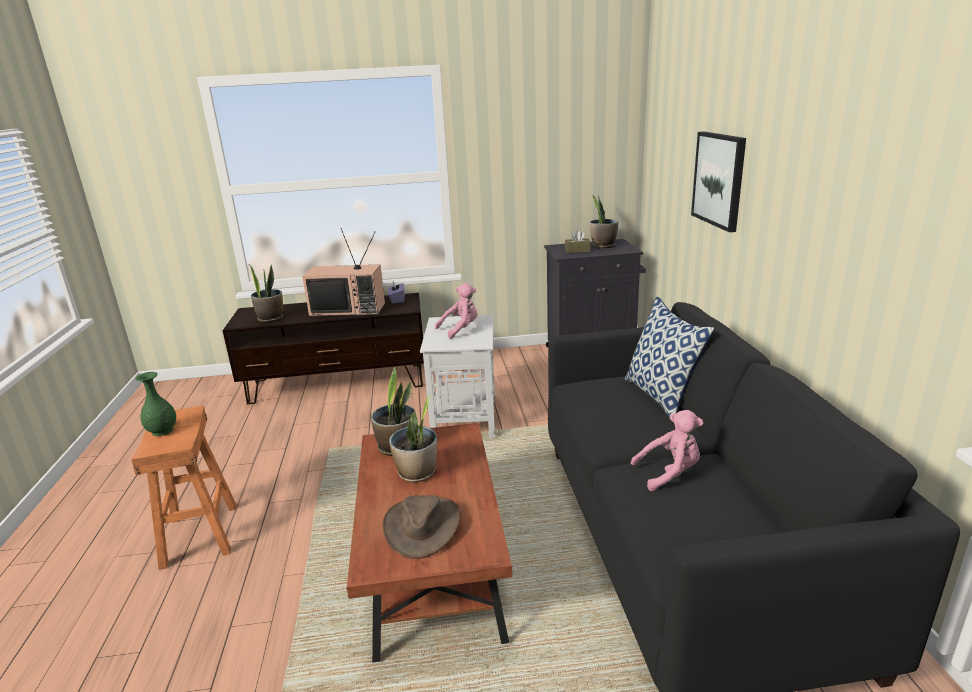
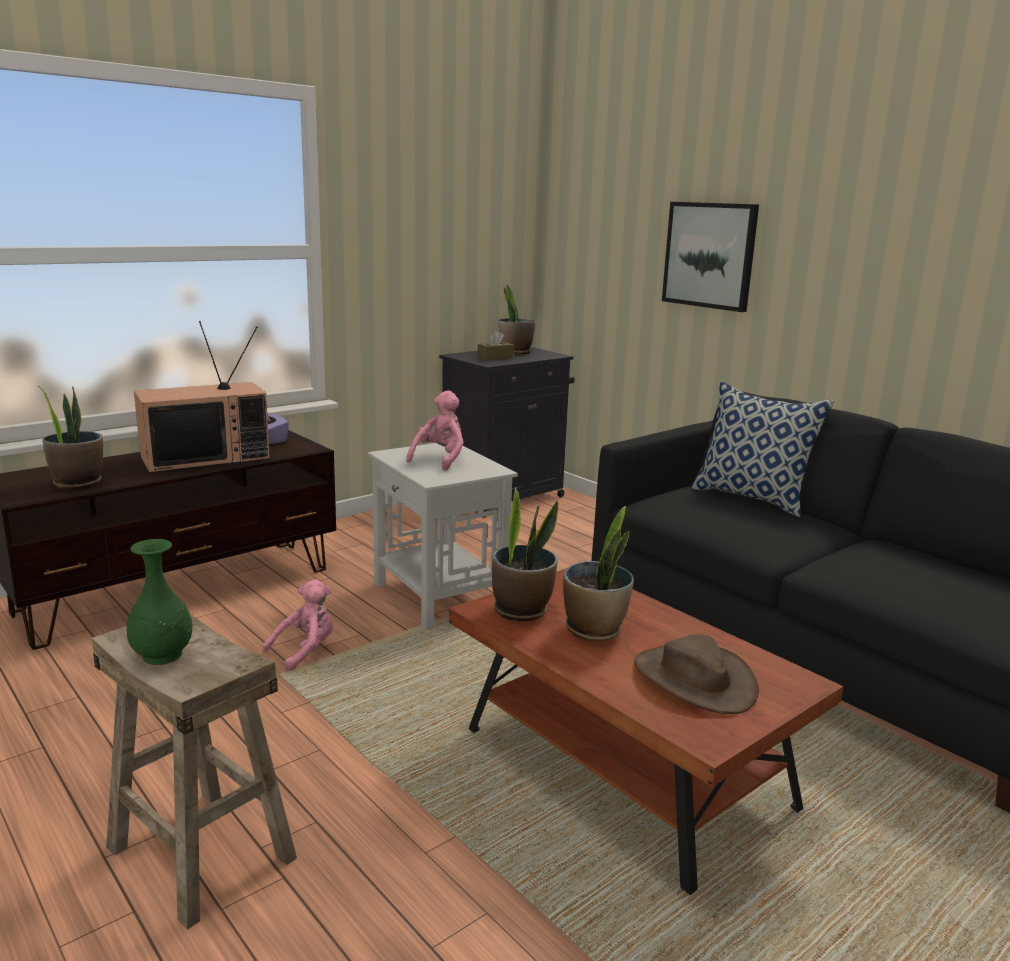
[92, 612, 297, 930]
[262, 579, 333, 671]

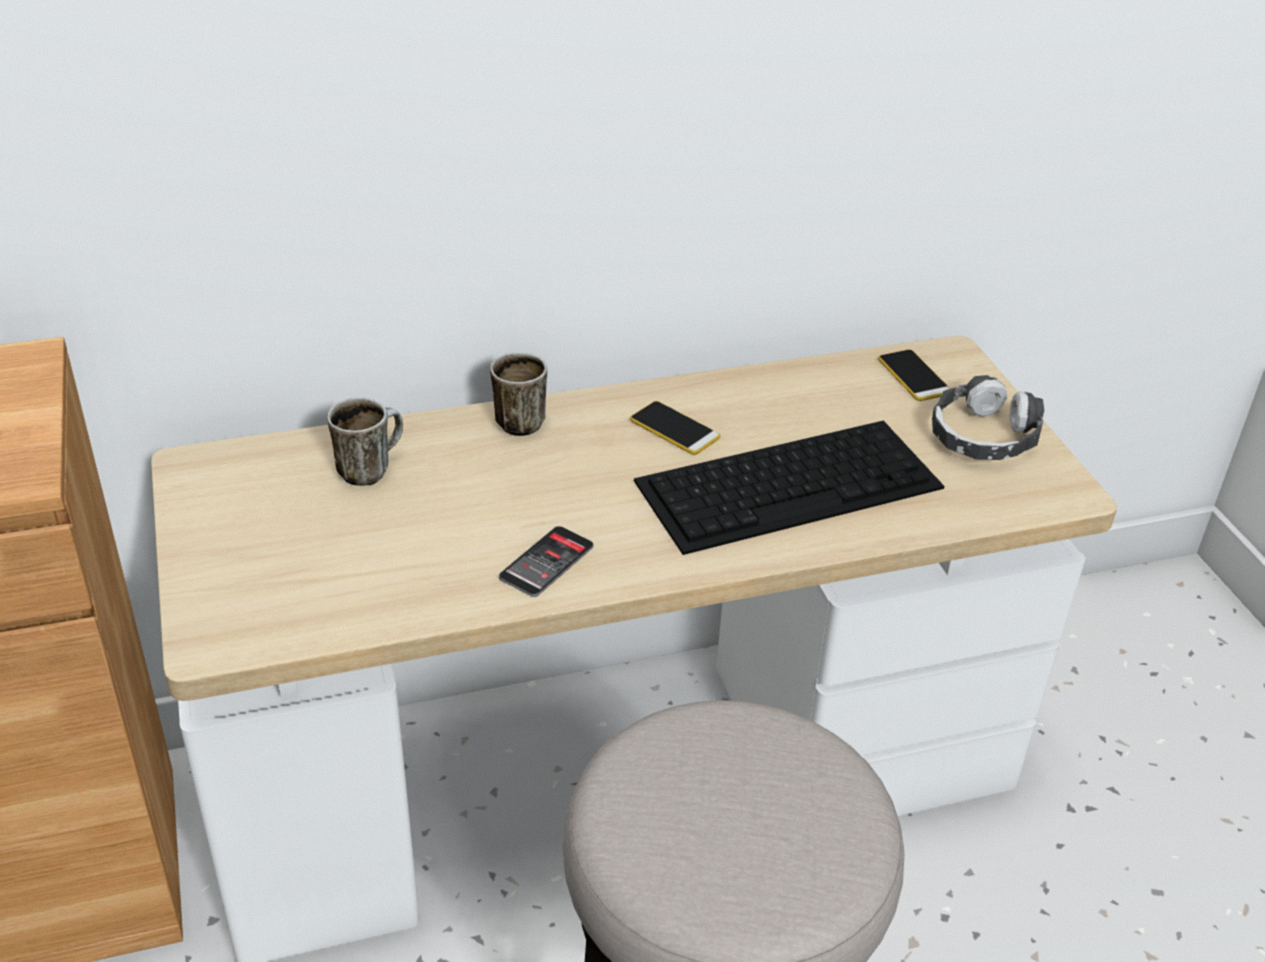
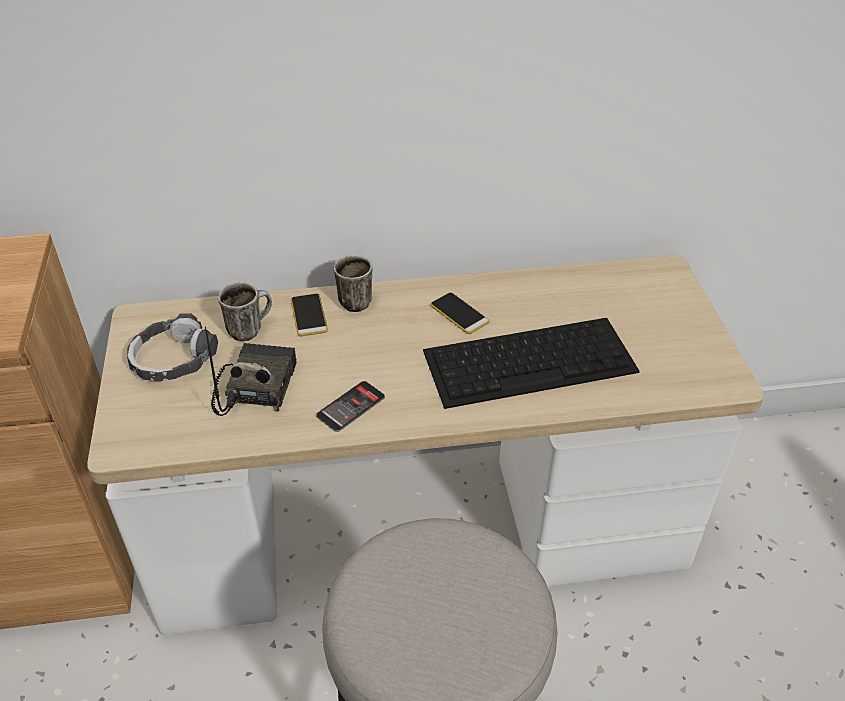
[291, 293, 328, 336]
[127, 313, 218, 381]
[205, 326, 297, 416]

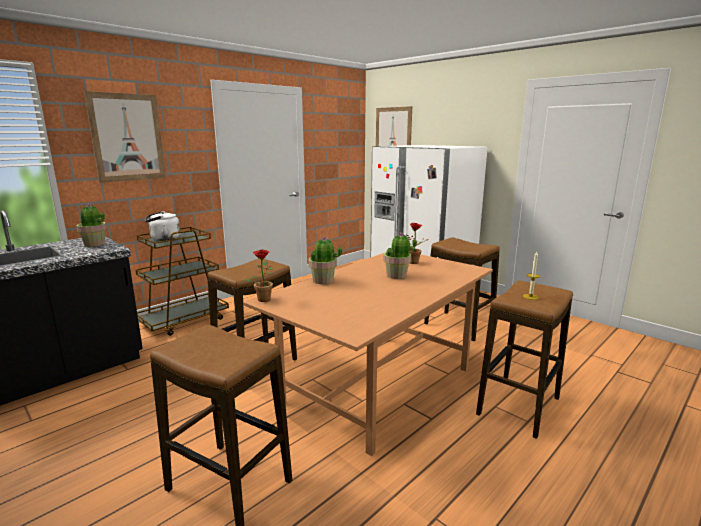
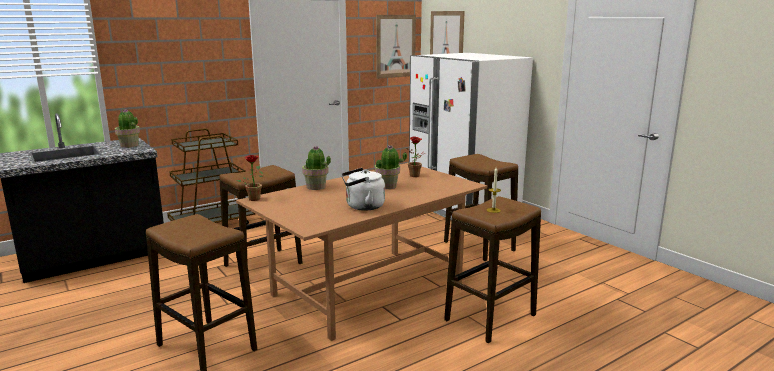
[376, 15, 416, 79]
[341, 168, 385, 211]

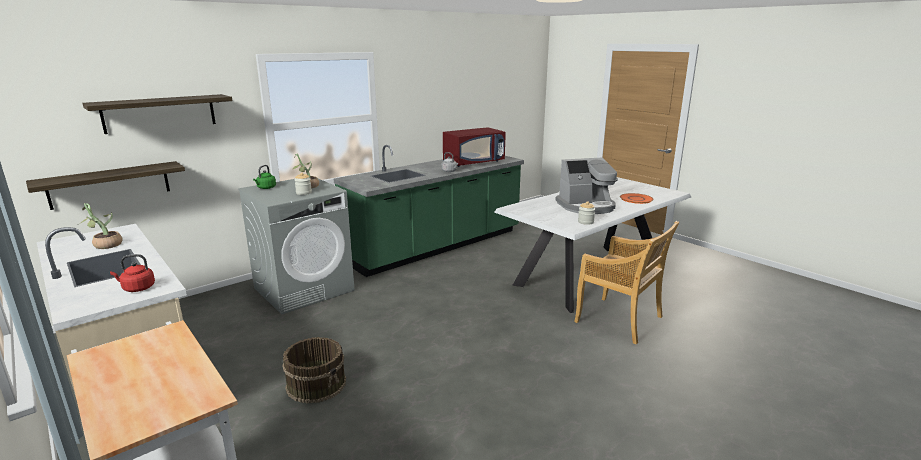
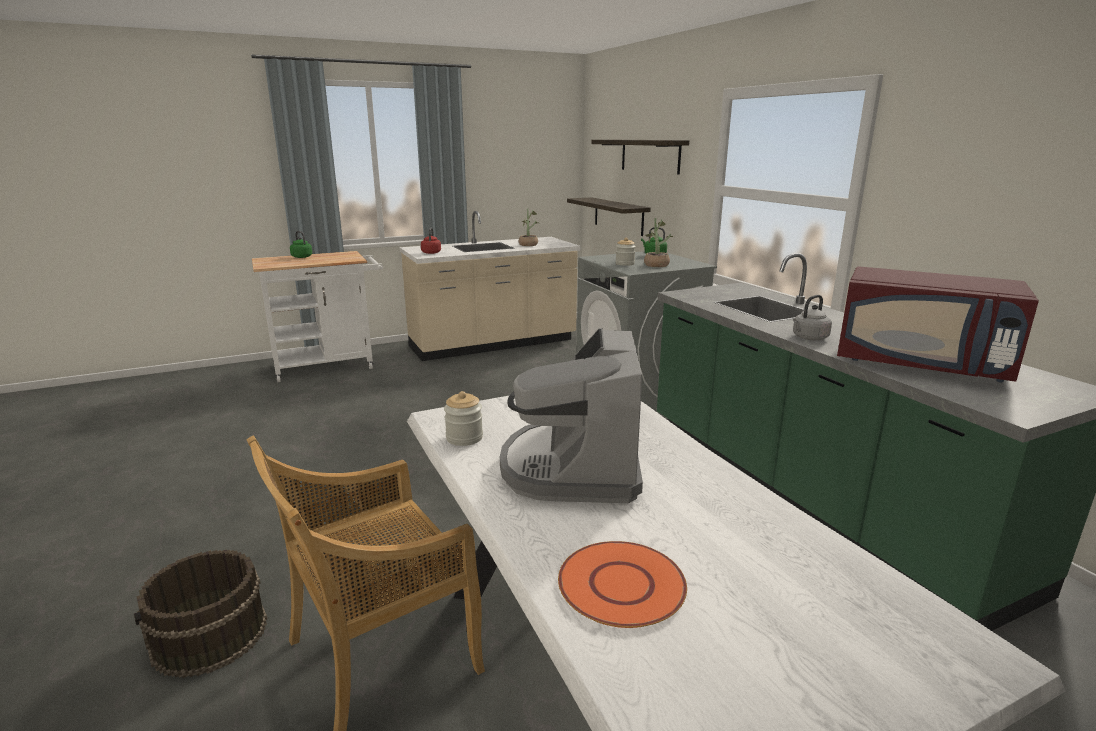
[837, 266, 1039, 382]
[134, 549, 267, 678]
[290, 231, 312, 258]

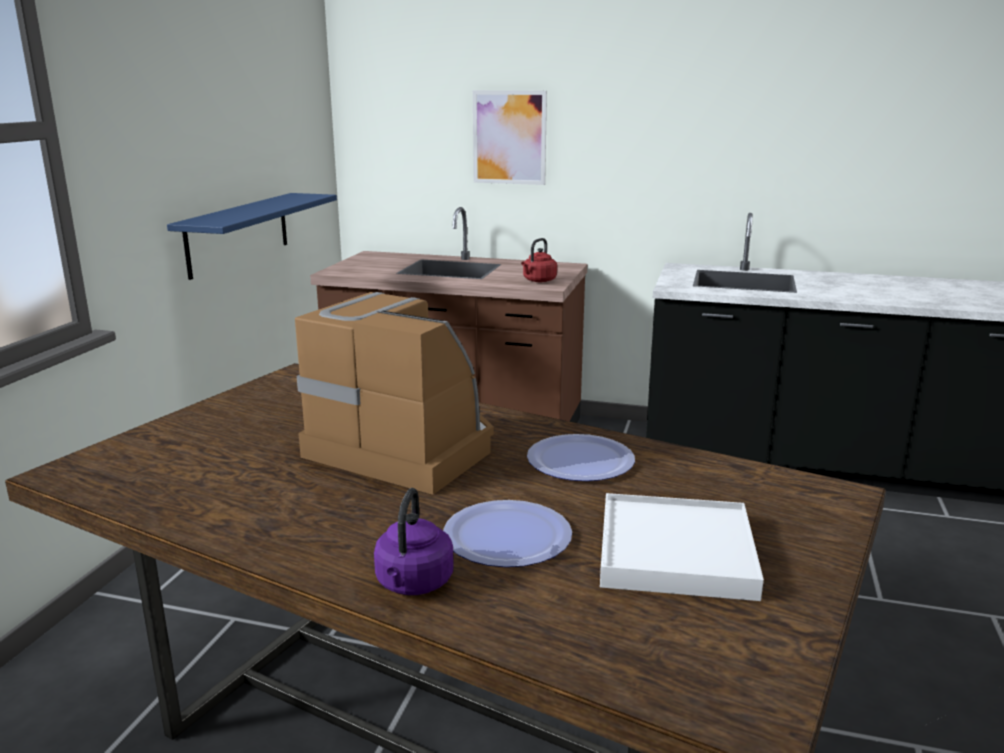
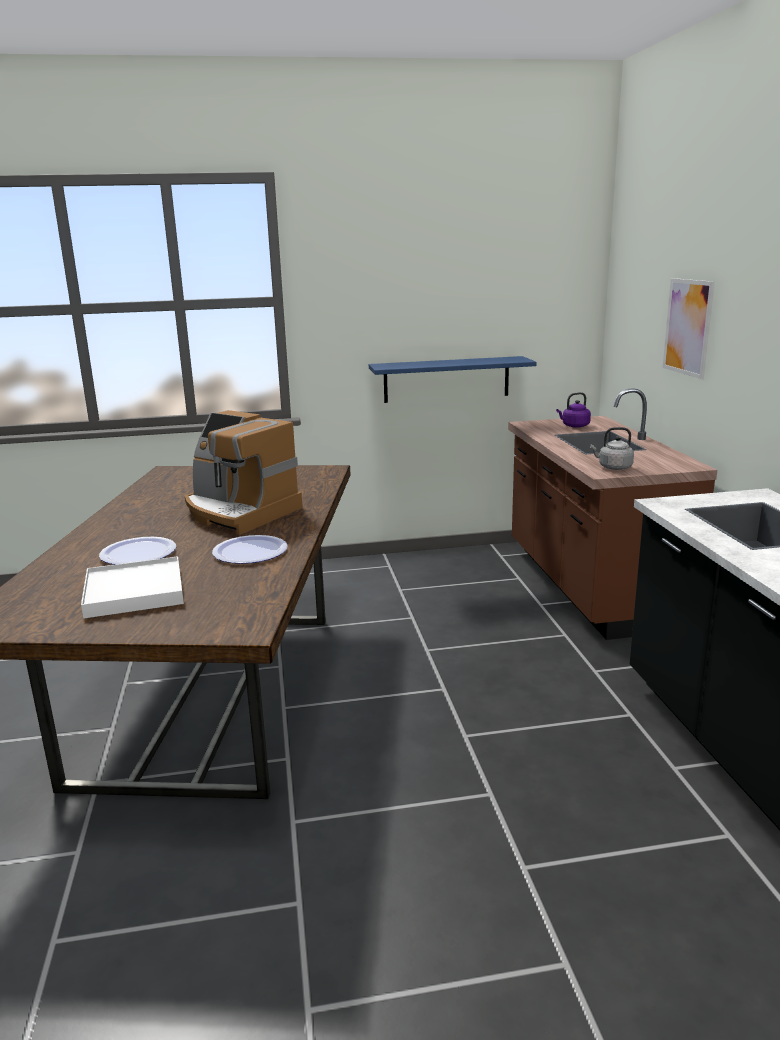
[590, 427, 634, 470]
[184, 410, 303, 535]
[556, 392, 591, 428]

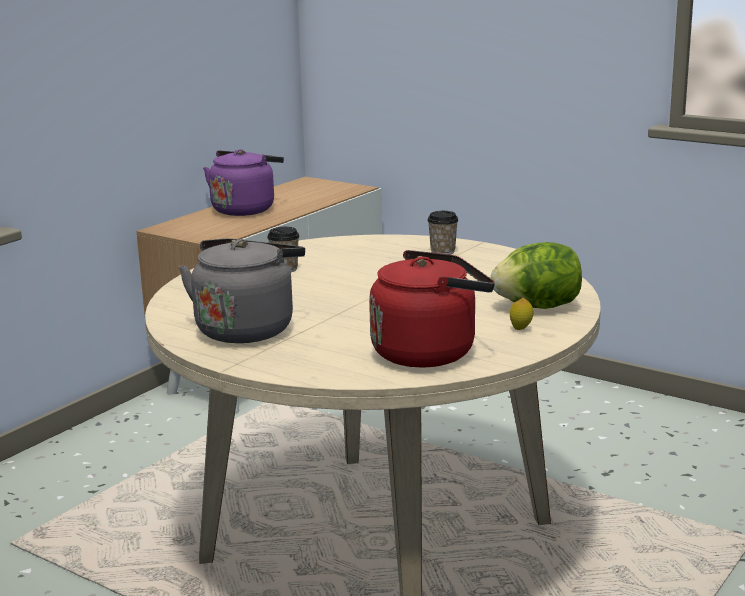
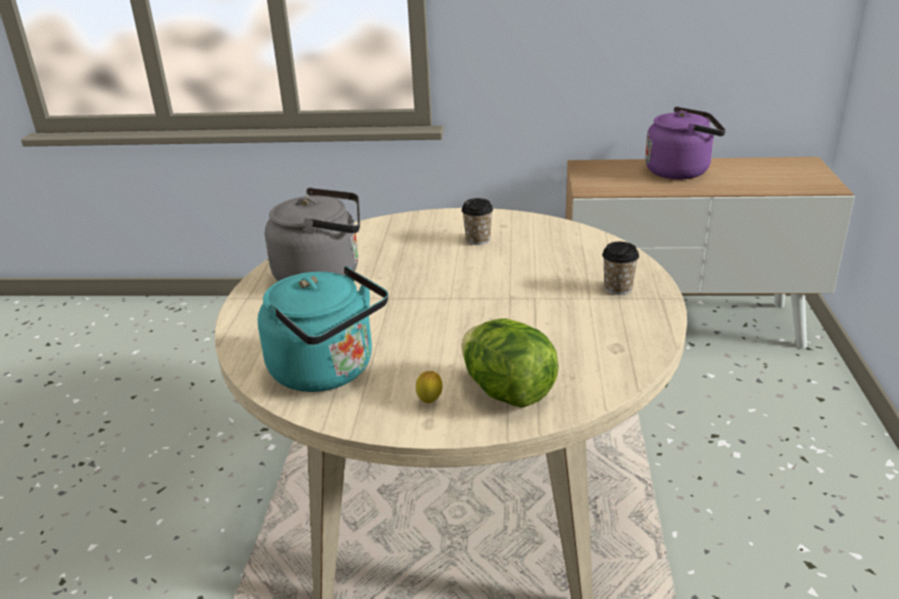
[258, 266, 388, 392]

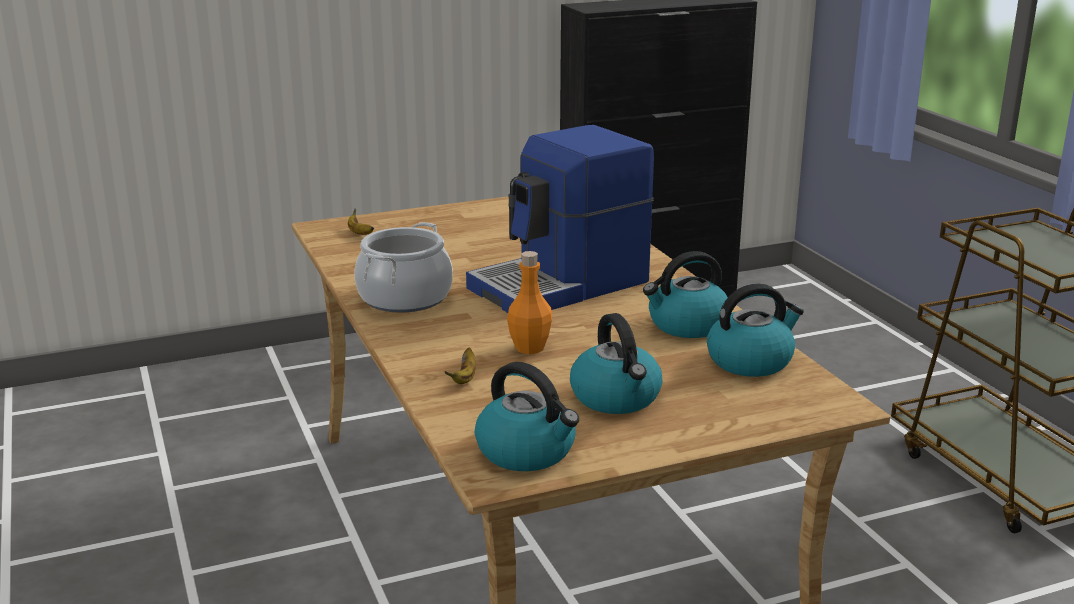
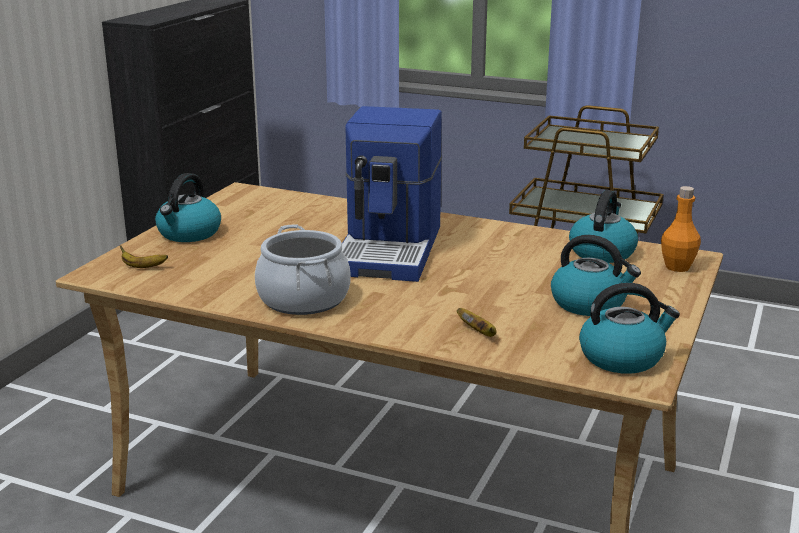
[661, 186, 701, 272]
[155, 173, 221, 242]

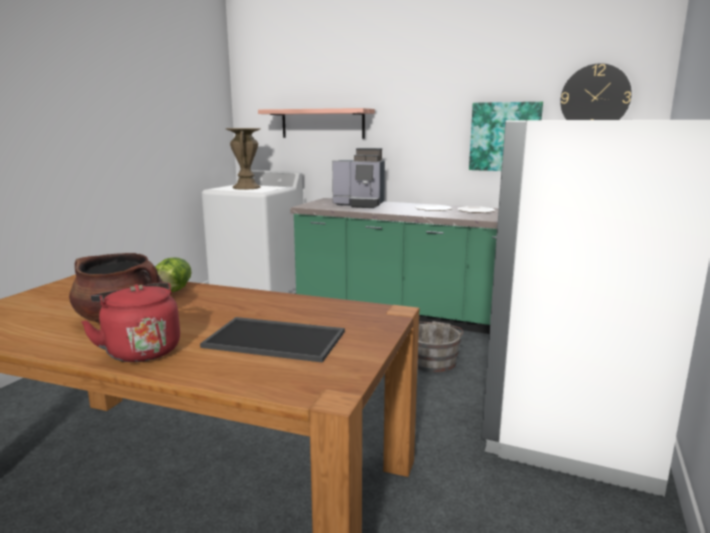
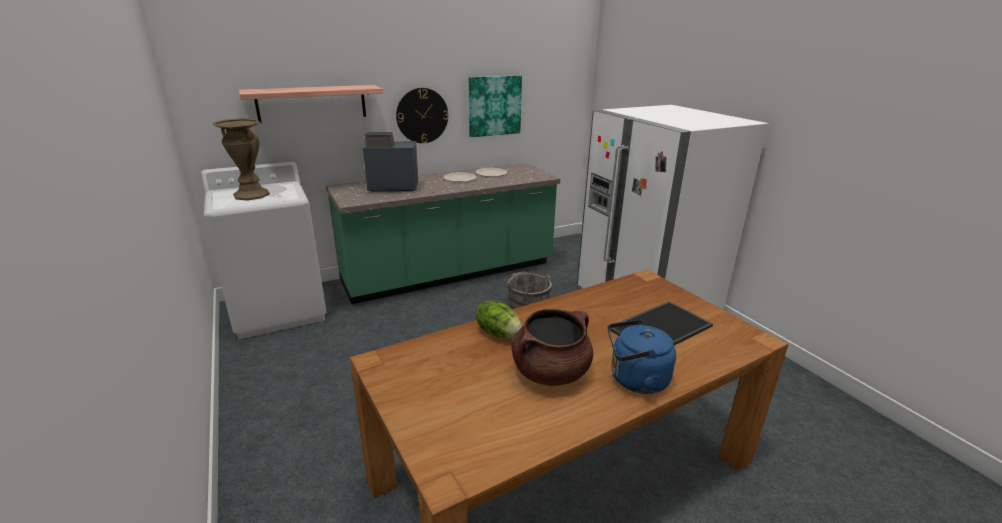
[396, 88, 449, 143]
[363, 132, 418, 192]
[608, 320, 676, 394]

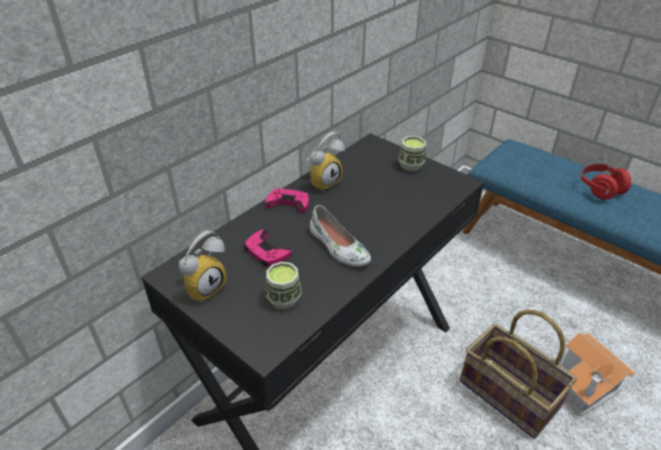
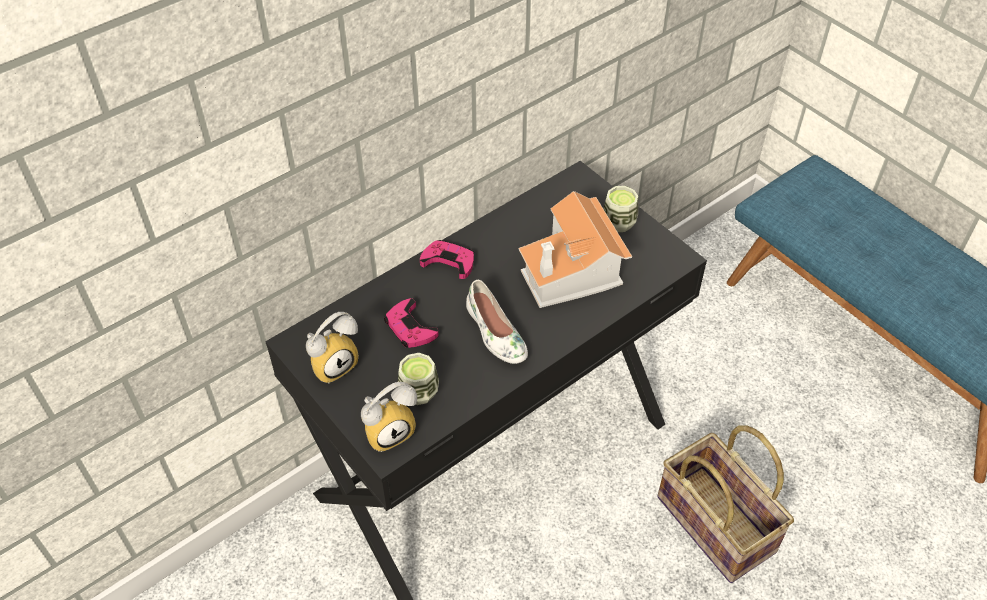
[361, 382, 417, 452]
[580, 164, 631, 199] (first image)
[519, 191, 632, 308]

